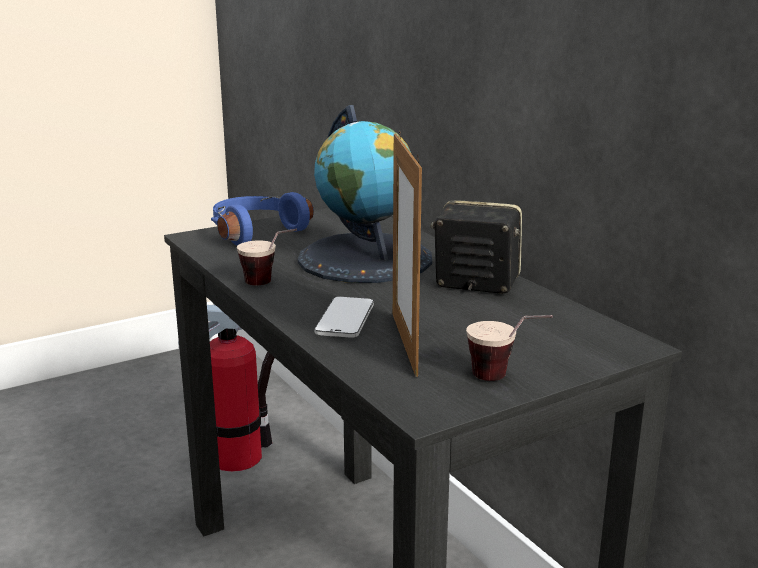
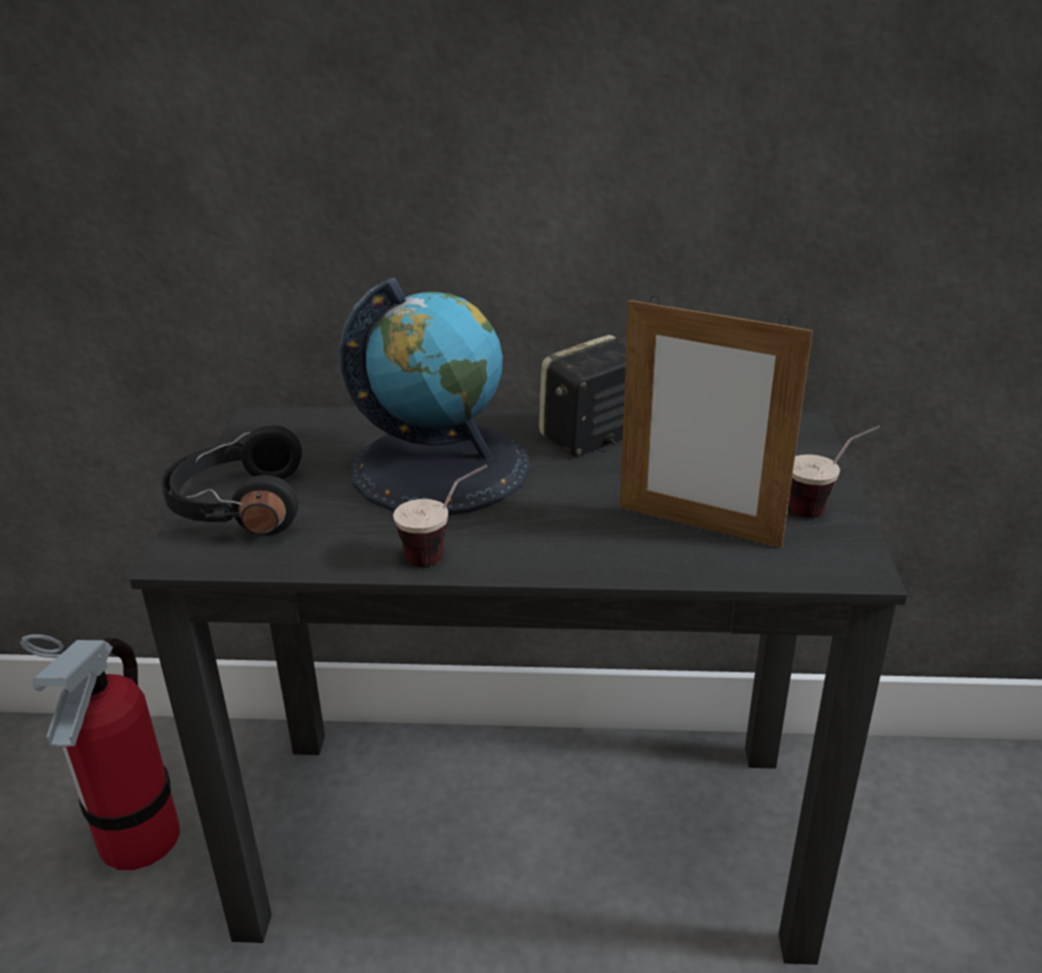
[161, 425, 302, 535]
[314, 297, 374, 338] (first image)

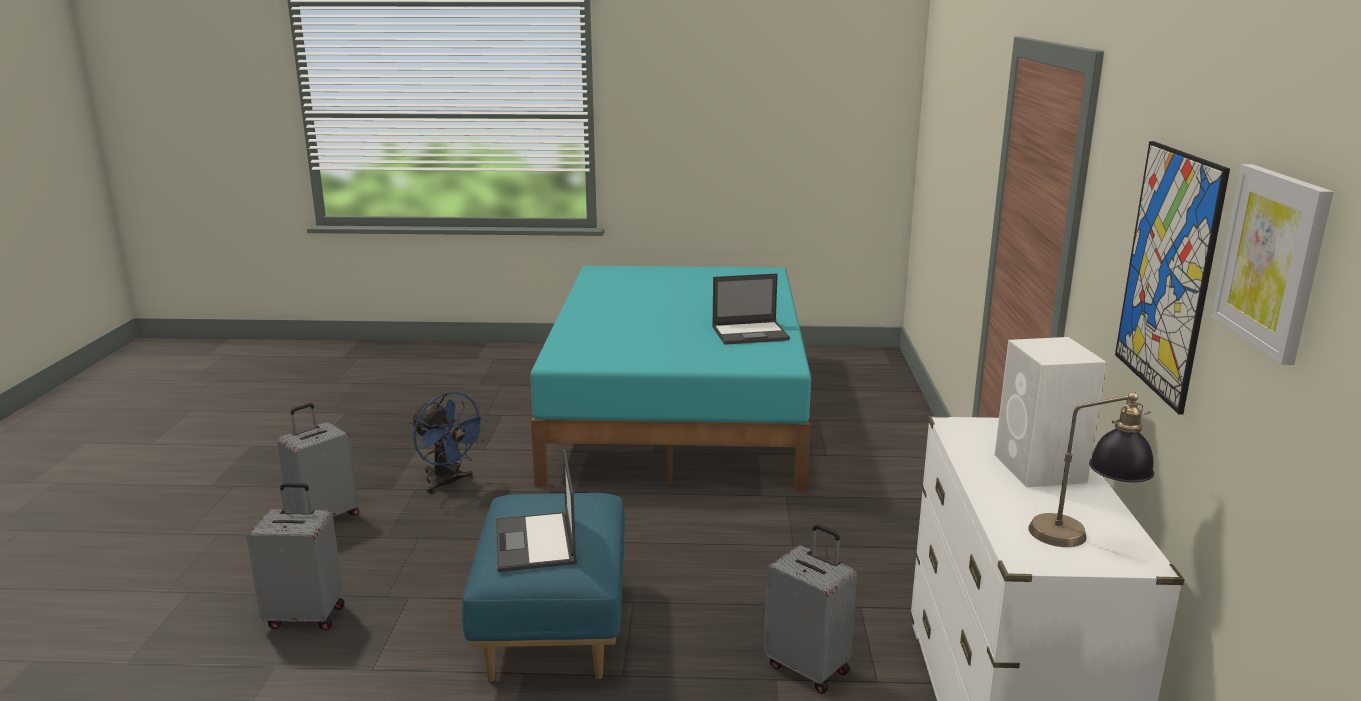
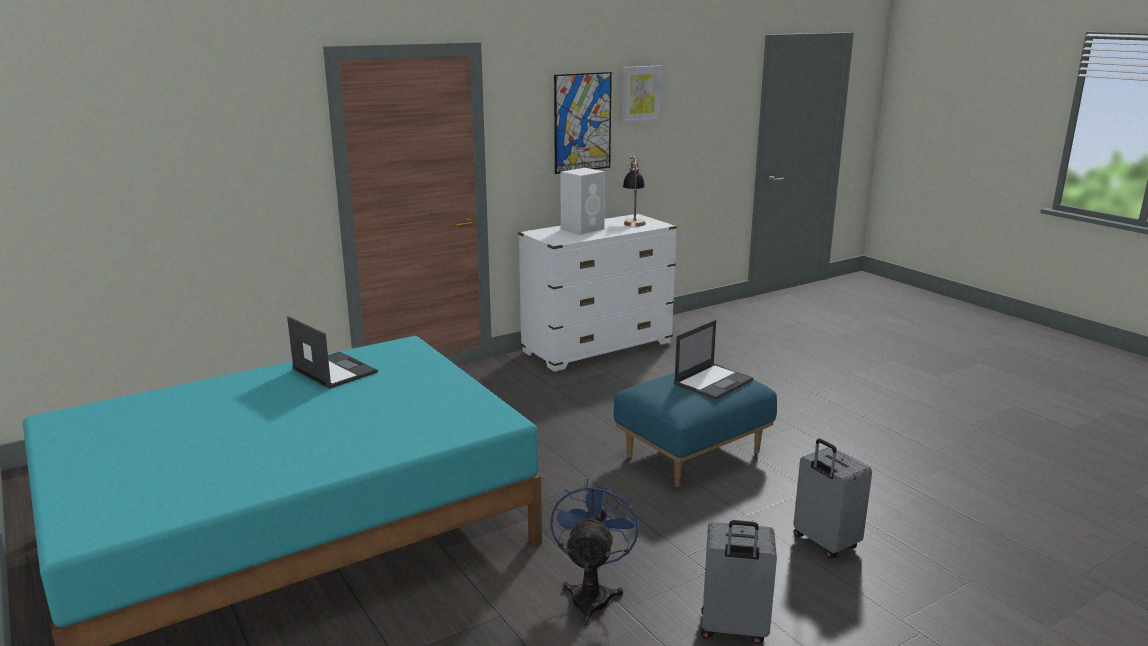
[764, 524, 857, 694] (first image)

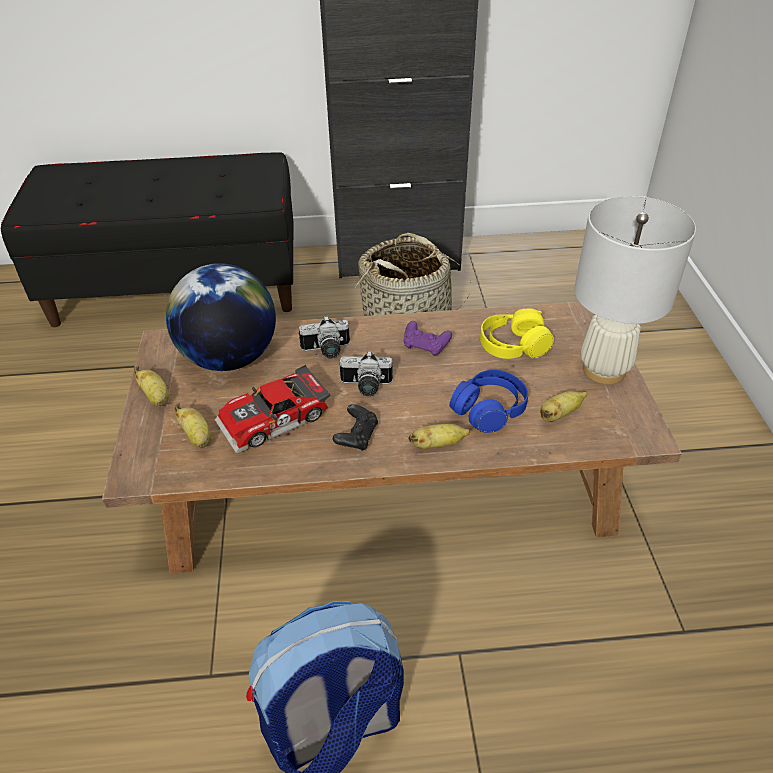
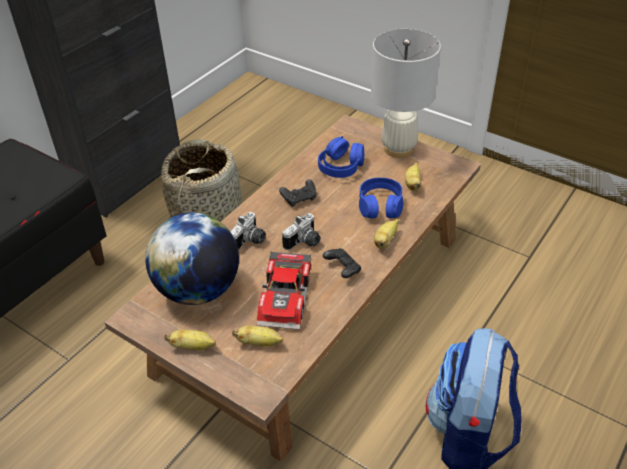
[318, 136, 364, 178]
[279, 179, 316, 207]

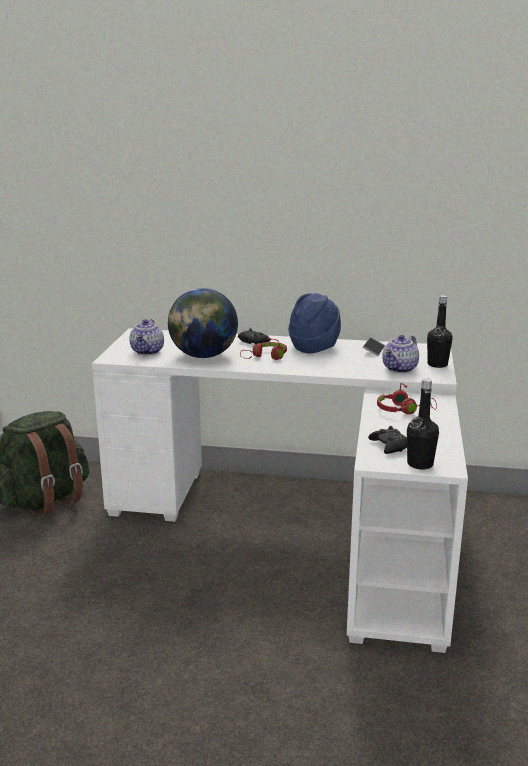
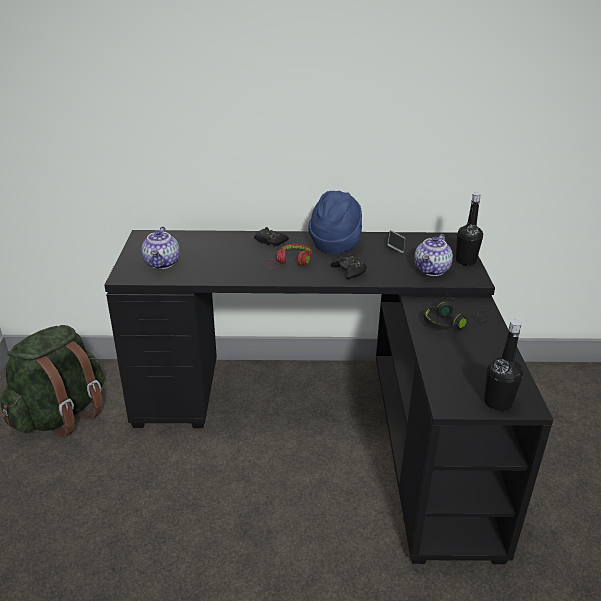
[168, 288, 238, 358] (first image)
[105, 230, 553, 564]
[423, 295, 487, 330]
[331, 254, 367, 279]

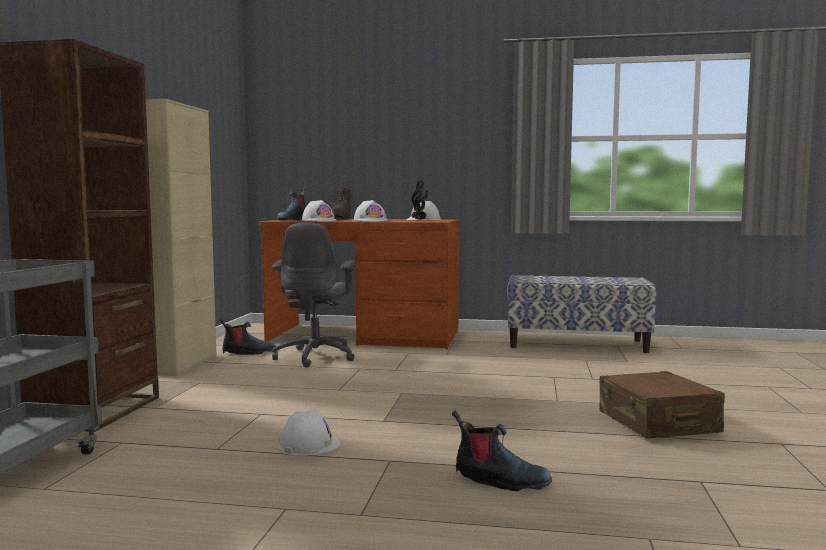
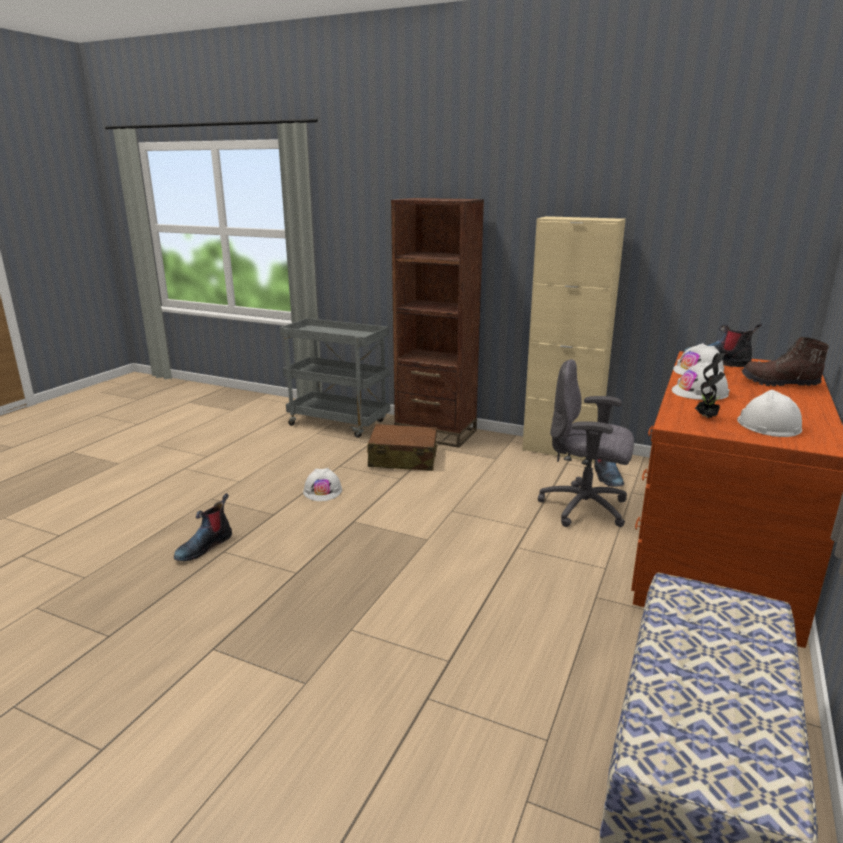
[367, 424, 437, 471]

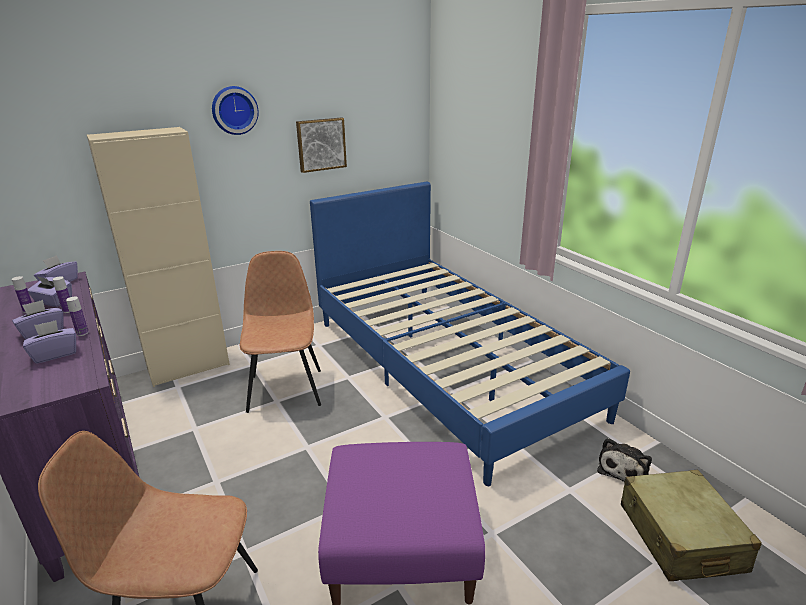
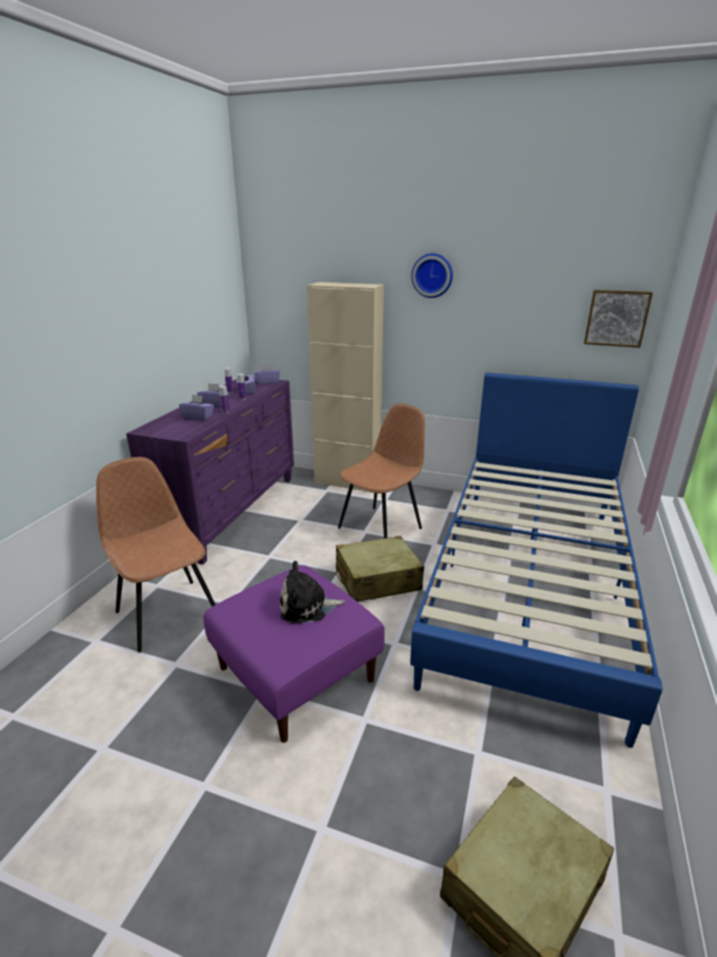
[584, 290, 653, 348]
[280, 561, 345, 624]
[336, 536, 424, 602]

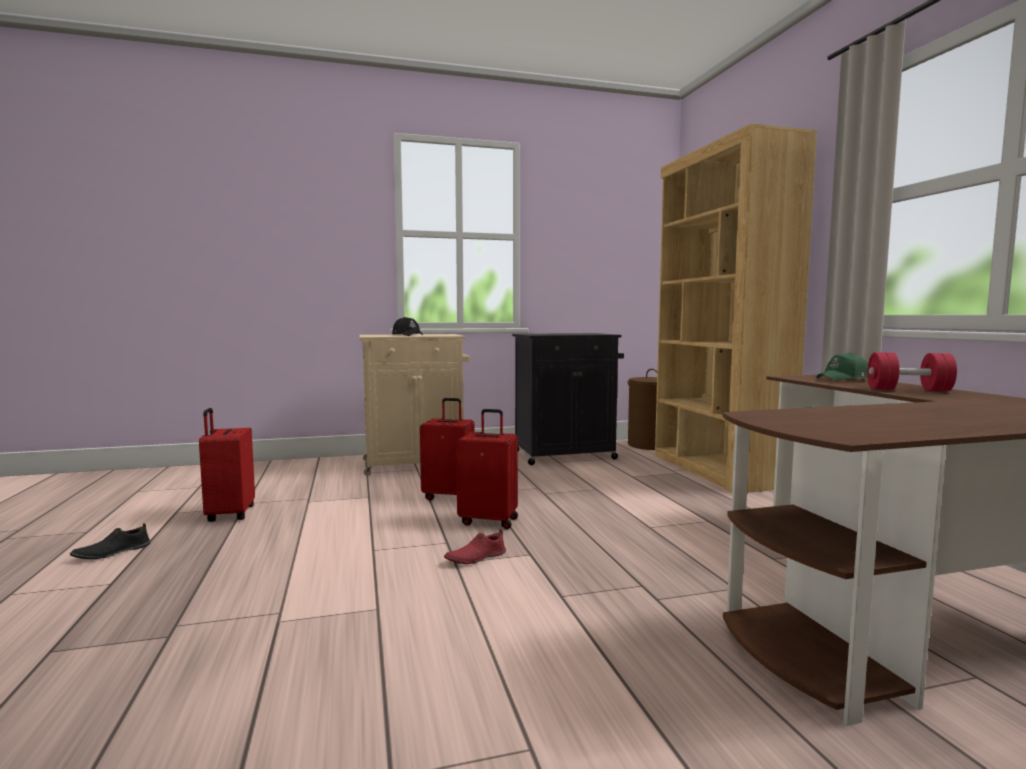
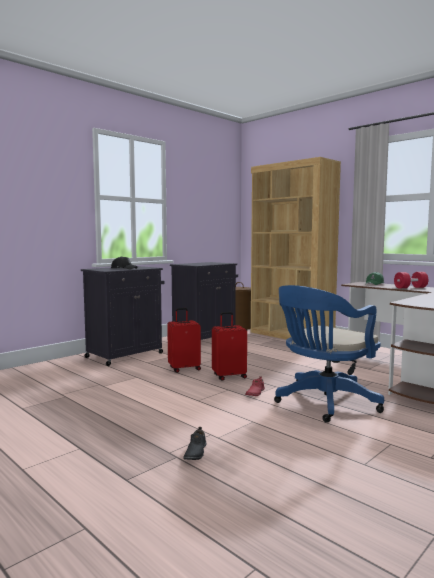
[81, 266, 164, 366]
[199, 408, 255, 522] (first image)
[183, 427, 207, 460]
[274, 285, 384, 423]

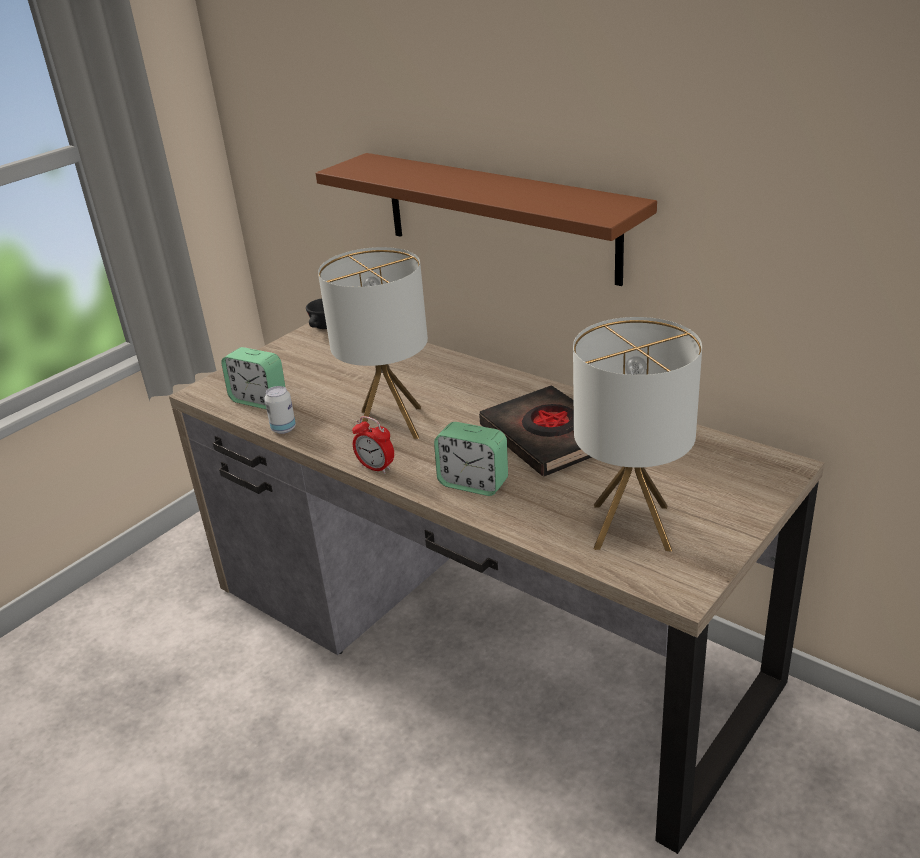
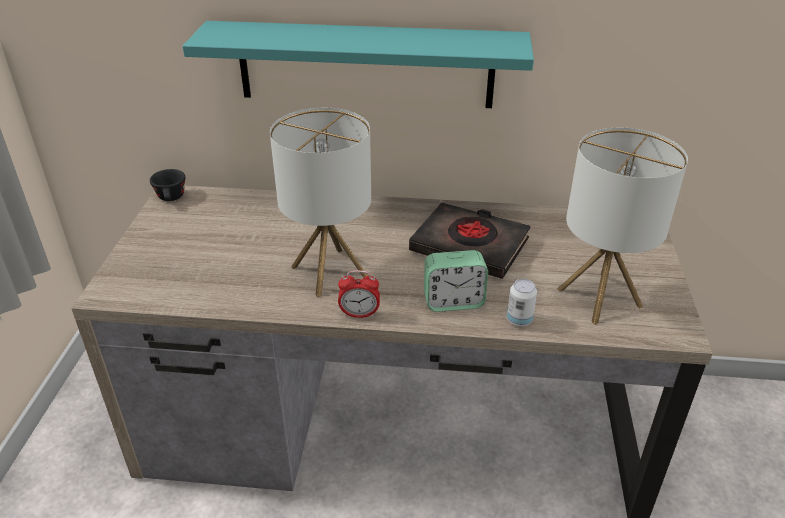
[182, 21, 534, 108]
[221, 347, 286, 409] (first image)
[507, 279, 537, 326]

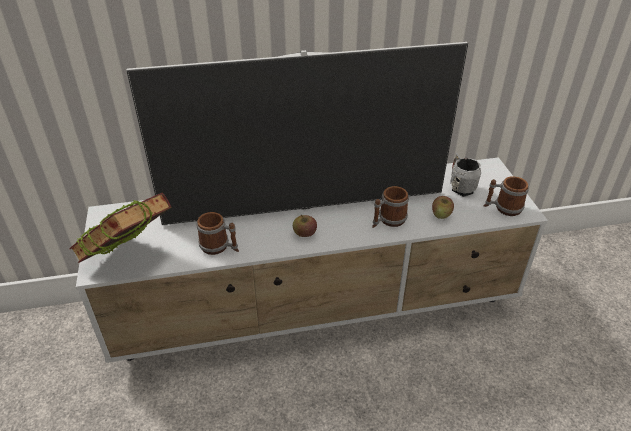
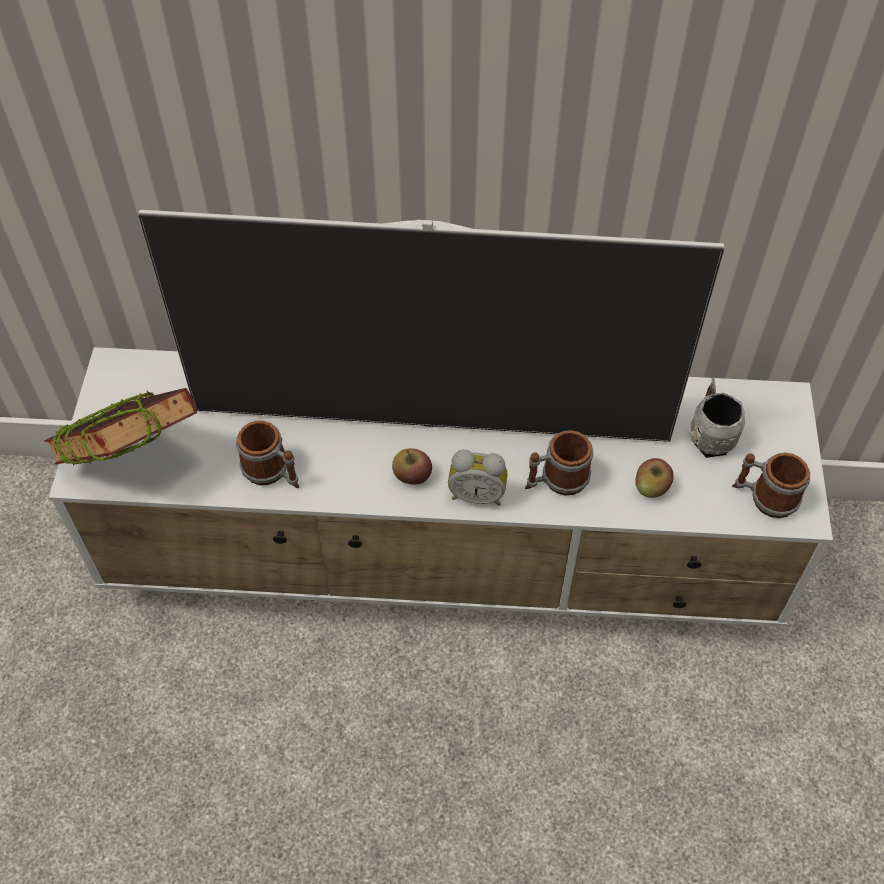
[448, 450, 508, 506]

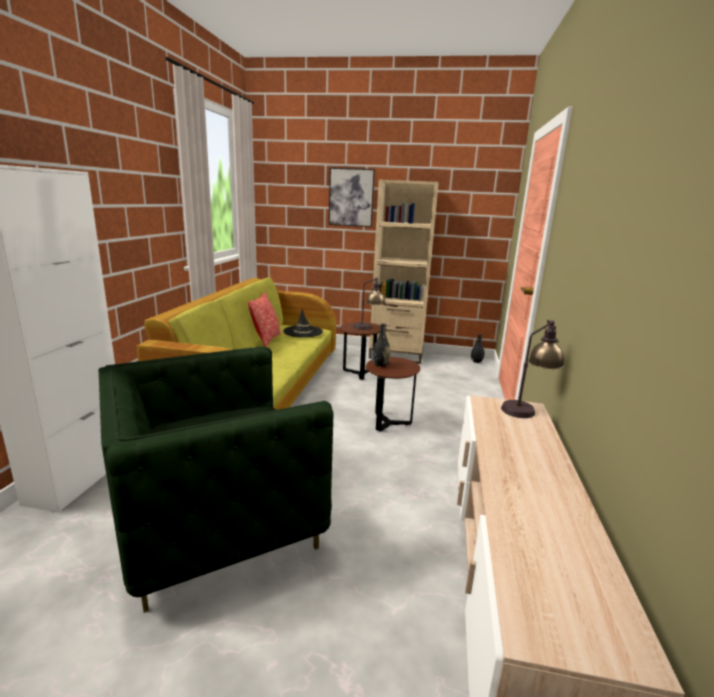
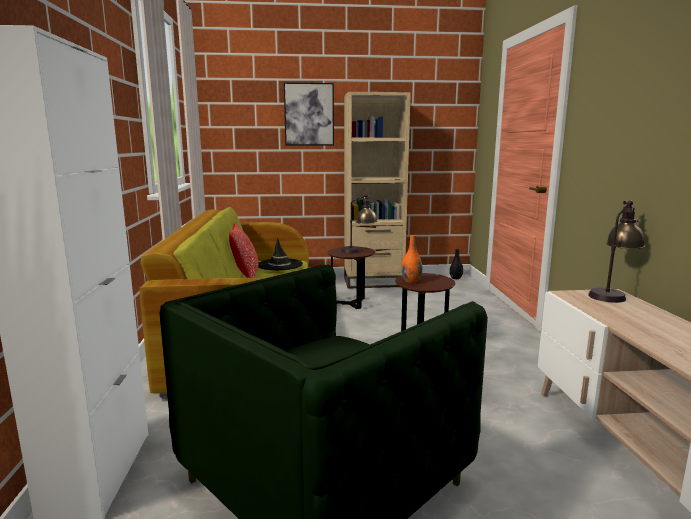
[401, 235, 422, 283]

